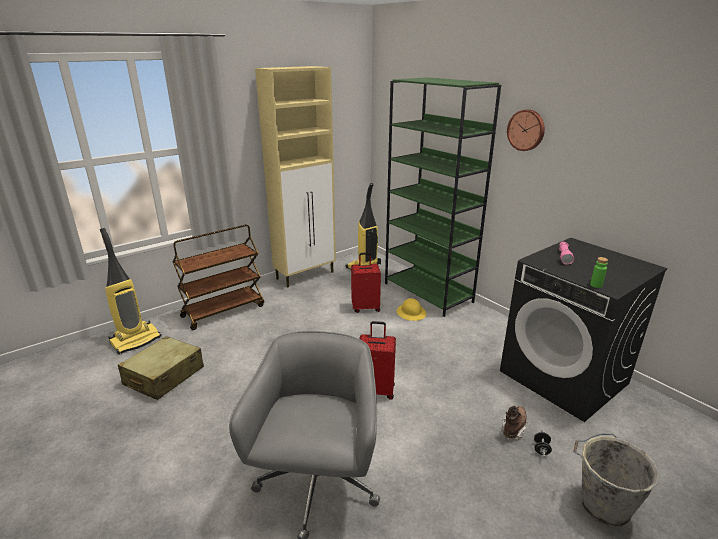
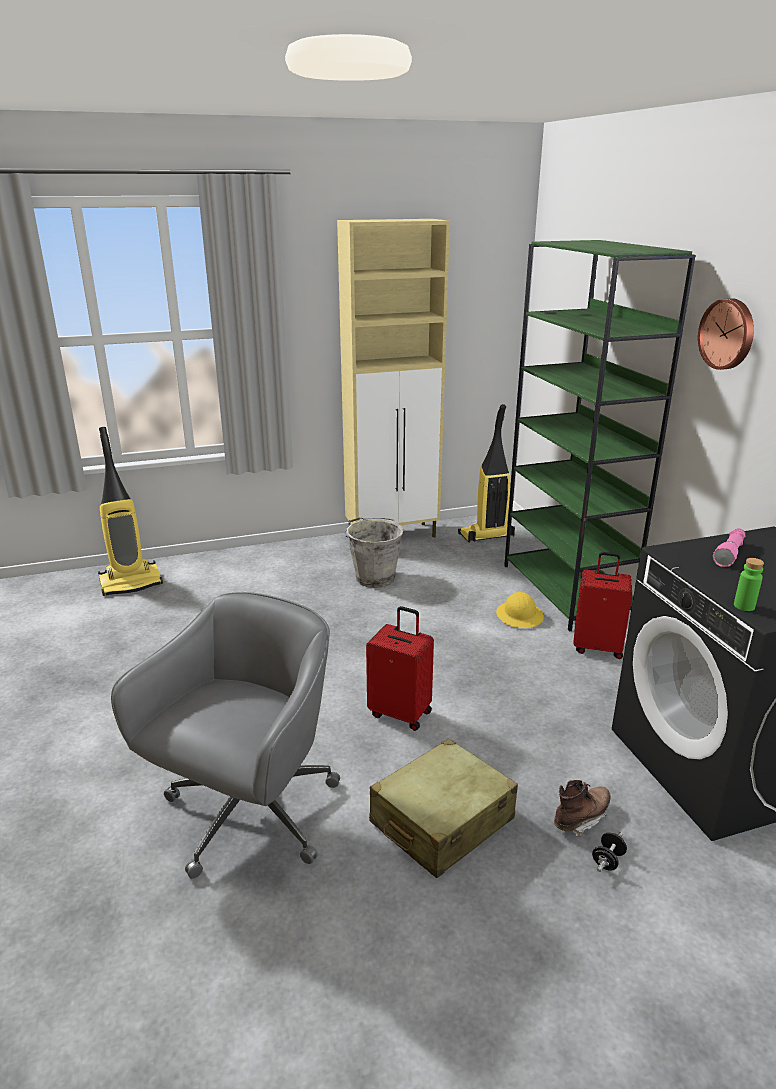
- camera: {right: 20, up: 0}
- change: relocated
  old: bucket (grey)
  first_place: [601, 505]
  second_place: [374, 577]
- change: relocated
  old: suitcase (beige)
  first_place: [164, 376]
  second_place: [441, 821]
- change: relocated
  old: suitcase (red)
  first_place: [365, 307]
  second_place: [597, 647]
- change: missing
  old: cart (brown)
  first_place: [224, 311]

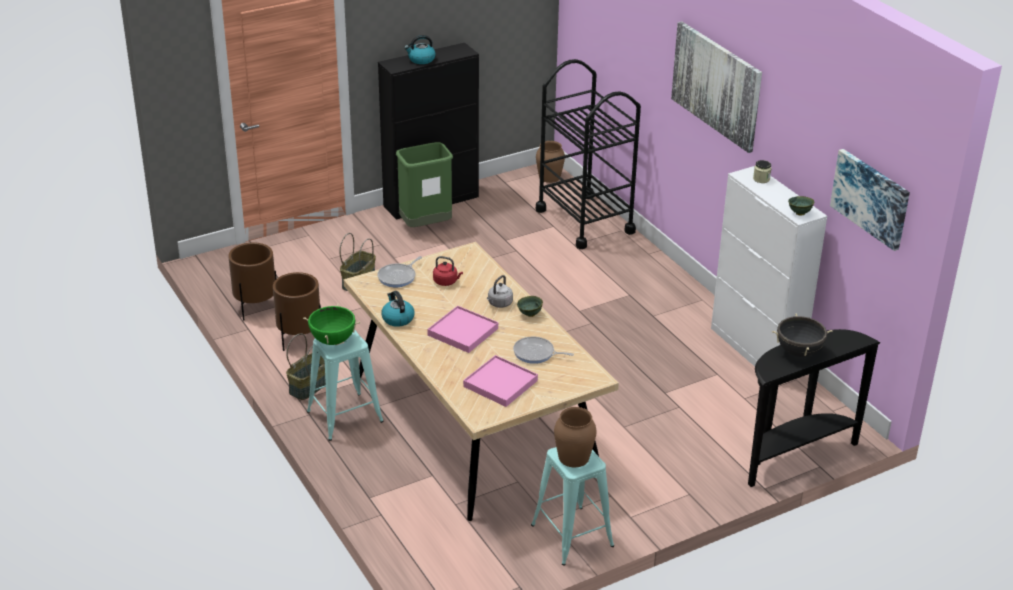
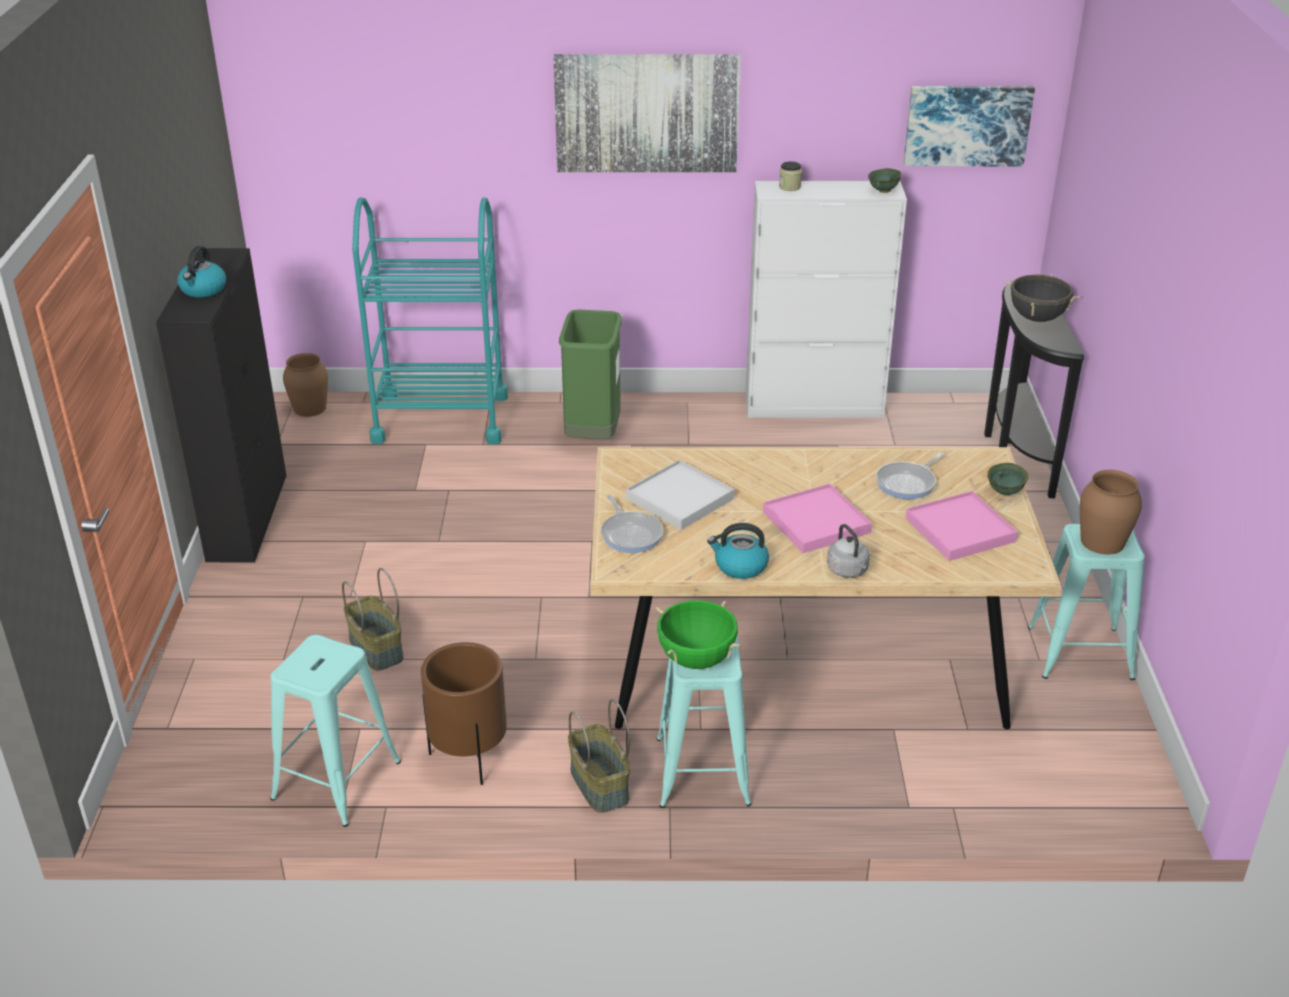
- camera: {right: -60, up: 0}
- change: exchanged
  old: planter (brown)
  new: stool (turquoise)
  first_place: [255, 308]
  second_place: [336, 780]
- change: colour
  old: cart (black)
  new: cart (turquoise)
  first_place: [585, 221]
  second_place: [440, 418]
- change: relocated
  old: trash can (green)
  first_place: [425, 226]
  second_place: [592, 436]
- change: exchanged
  old: kettle (red)
  new: tray (white)
  first_place: [446, 282]
  second_place: [680, 498]
- change: relocated
  old: kettle (grey)
  first_place: [499, 304]
  second_place: [848, 571]
- change: relocated
  old: bowl (green)
  first_place: [530, 314]
  second_place: [1006, 492]

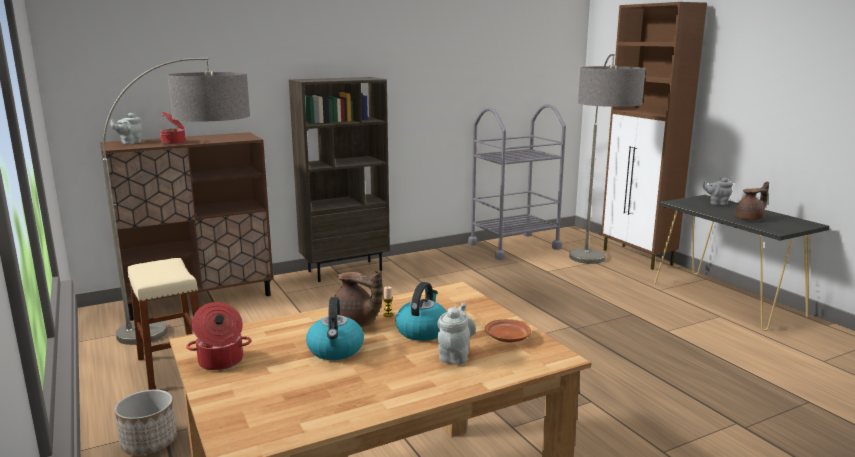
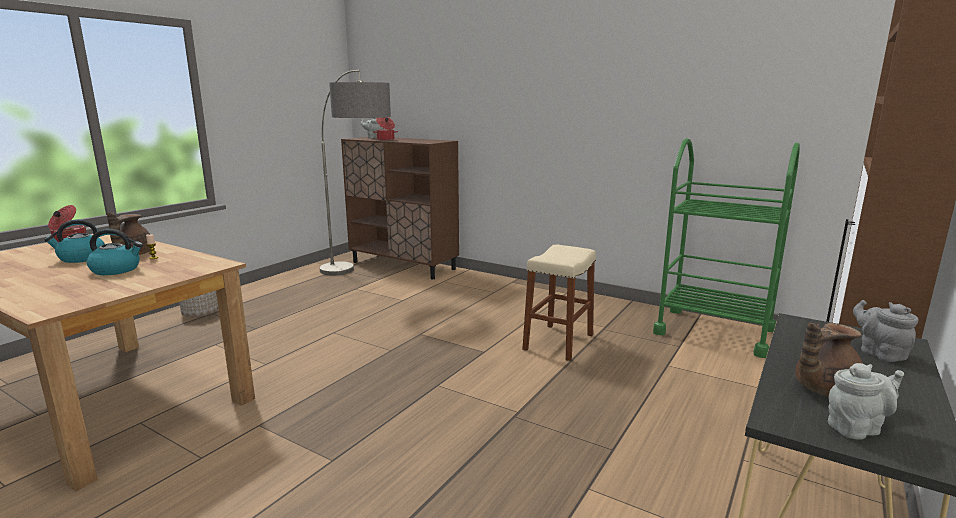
- camera: {right: 60, up: 0}
- change: relocated
  old: stool (beige)
  first_place: [172, 367]
  second_place: [558, 342]
- change: colour
  old: cart (grey)
  new: cart (green)
  first_place: [514, 246]
  second_place: [714, 331]
- change: spun
  old: teapot (brown)
  first_place: [750, 219]
  second_place: [823, 389]
  degrees: 120
- change: relocated
  old: teapot (grey)
  first_place: [455, 355]
  second_place: [856, 428]
- change: missing
  old: bookcase (brown)
  first_place: [345, 270]
- change: missing
  old: plate (brown)
  first_place: [507, 338]
- change: missing
  old: floor lamp
  first_place: [592, 272]

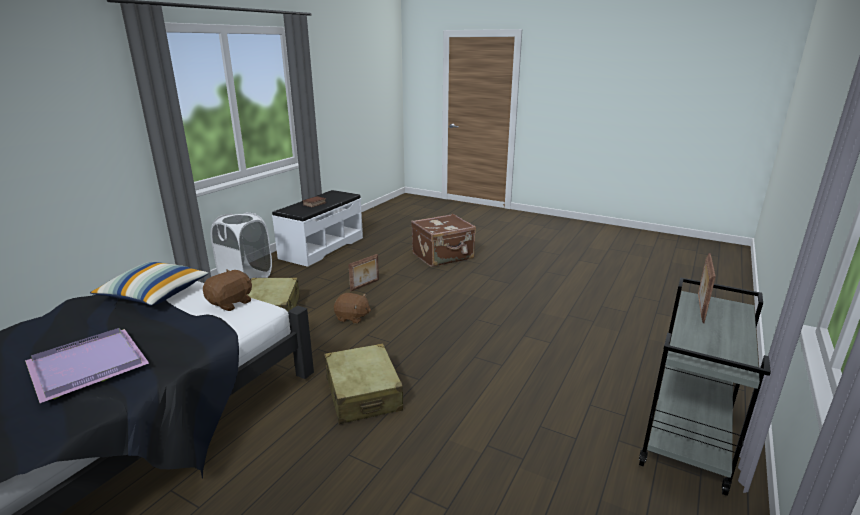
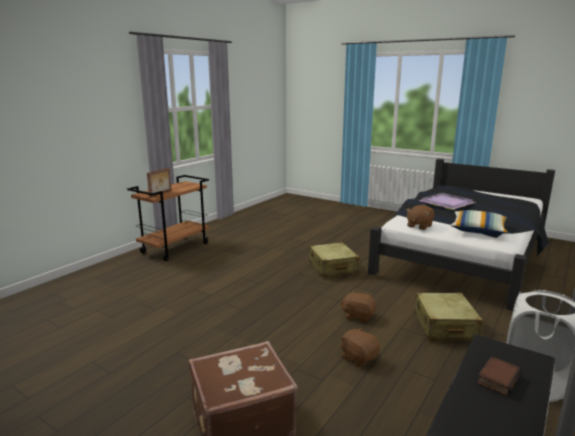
- camera: {right: -175, up: -5}
- change: colour
  old: cart (grey)
  new: cart (brown)
  first_place: [687, 441]
  second_place: [175, 248]
- change: exchanged
  old: picture frame
  new: plush toy (brown)
  first_place: [365, 285]
  second_place: [359, 358]

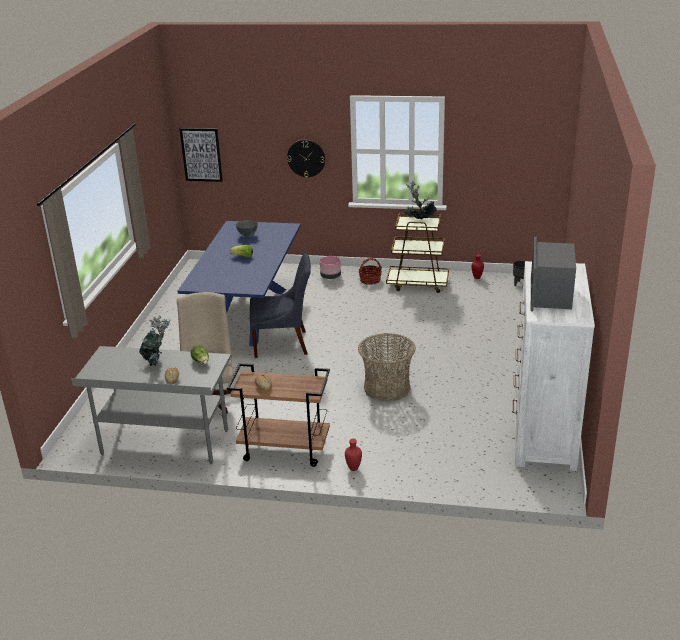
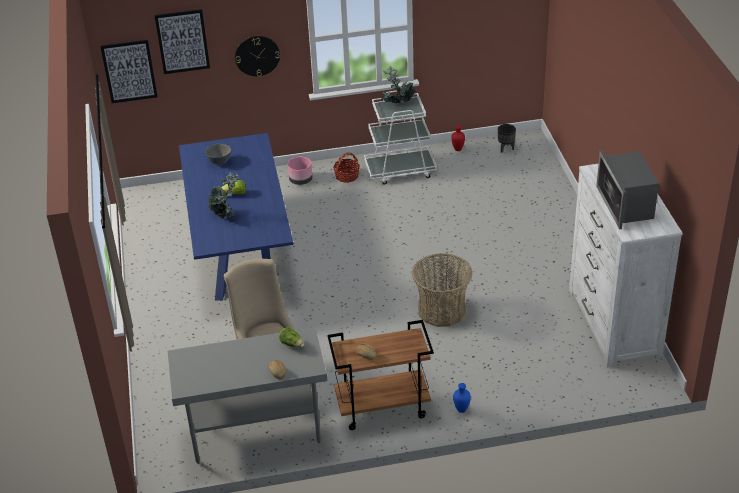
- camera: {right: -20, up: 10}
- change: appeared
  new: picture
  second_place: [182, 41]
- change: relocated
  old: potted plant
  first_place: [157, 363]
  second_place: [226, 215]
- change: colour
  old: cart (brown)
  new: cart (white)
  first_place: [418, 284]
  second_place: [400, 170]
- change: colour
  old: vase (red)
  new: vase (blue)
  first_place: [353, 469]
  second_place: [461, 410]
- change: missing
  old: chair (blue)
  first_place: [284, 344]

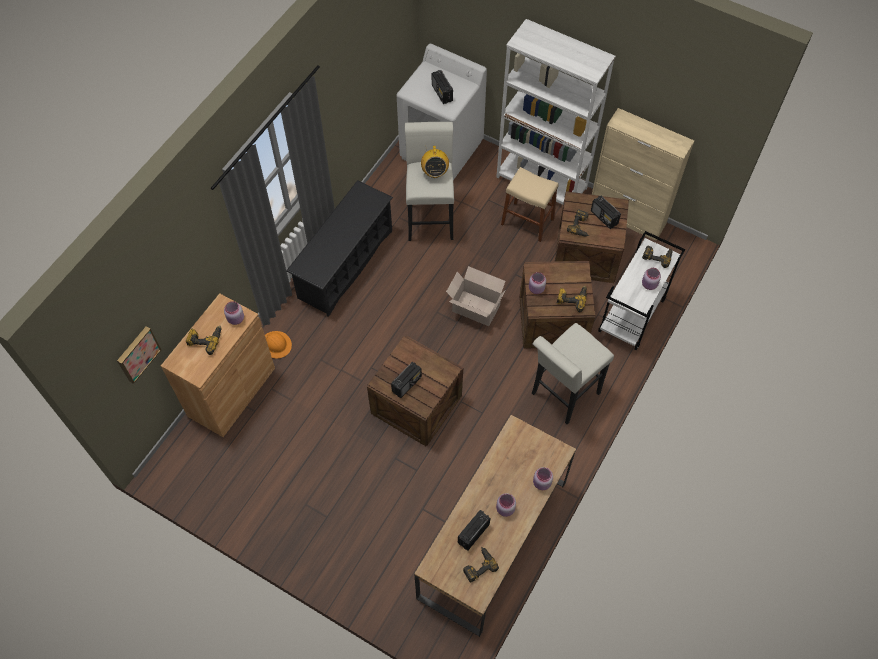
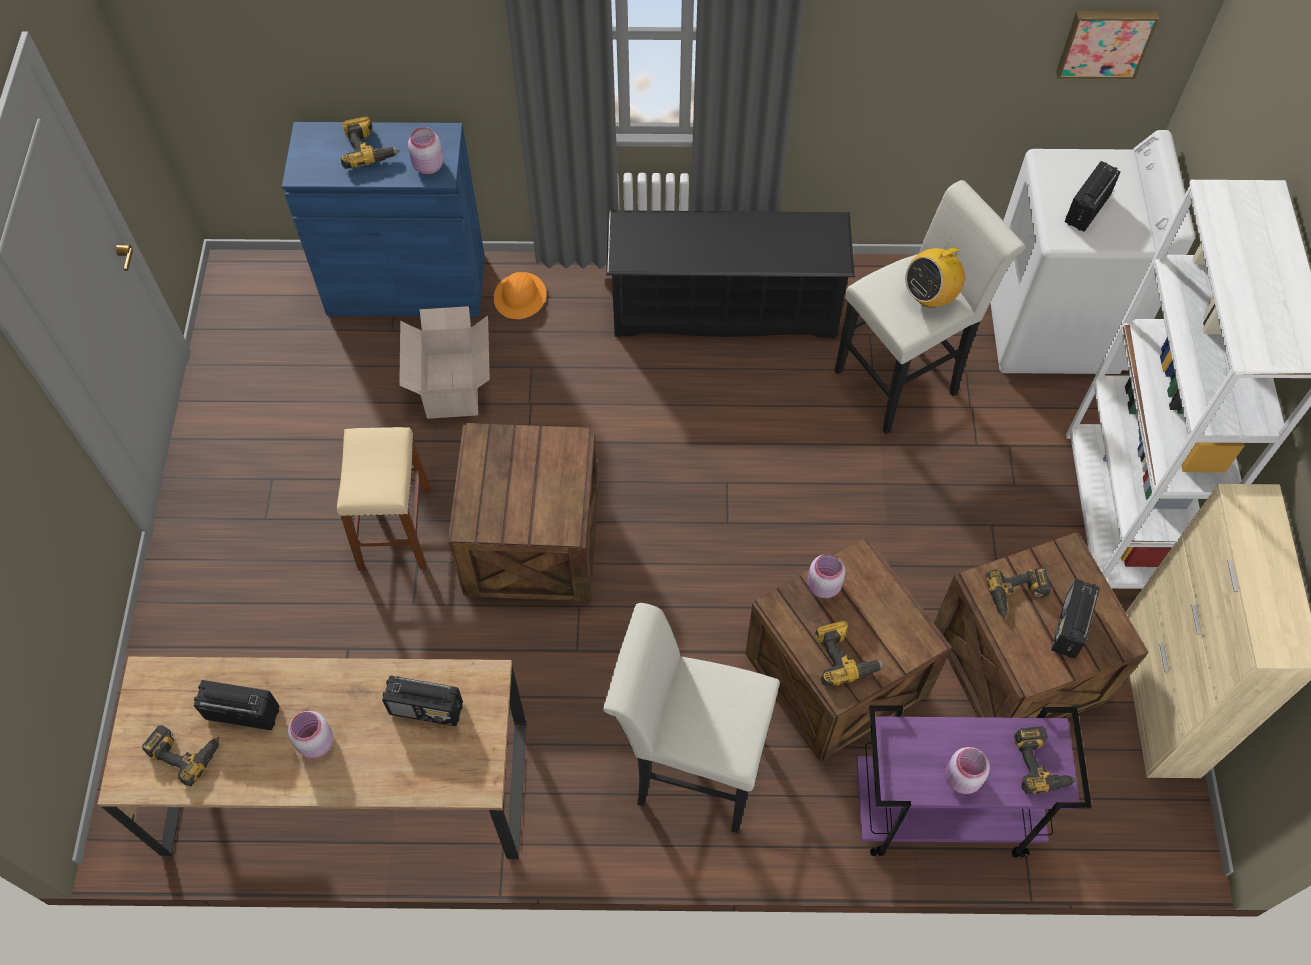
- camera: {right: 60, up: 0}
- change: colour
  old: cabinet (brown)
  new: cabinet (blue)
  first_place: [231, 392]
  second_place: [406, 285]
- change: relocated
  old: stool (beige)
  first_place: [527, 221]
  second_place: [395, 528]
- change: relocated
  old: radio
  first_place: [407, 384]
  second_place: [427, 709]
- change: relocated
  old: cardboard box
  first_place: [475, 307]
  second_place: [453, 383]
- change: colour
  old: cart (white)
  new: cart (purple)
  first_place: [632, 316]
  second_place: [941, 812]
- change: relocated
  old: picture
  first_place: [137, 354]
  second_place: [1105, 42]
- change: missing
  old: jar (pink)
  first_place: [541, 483]

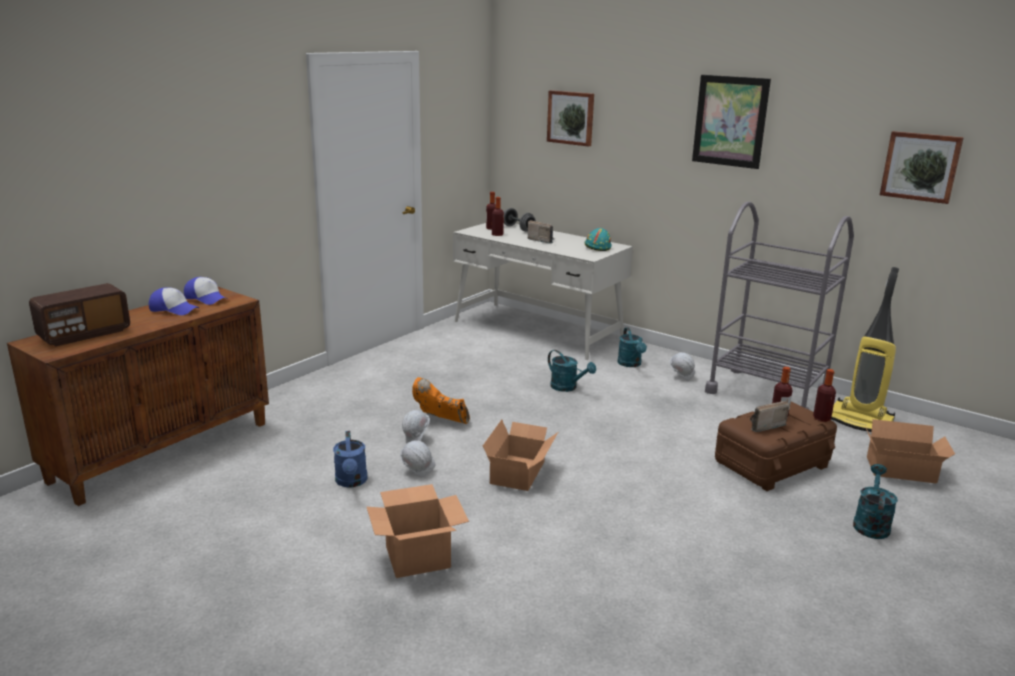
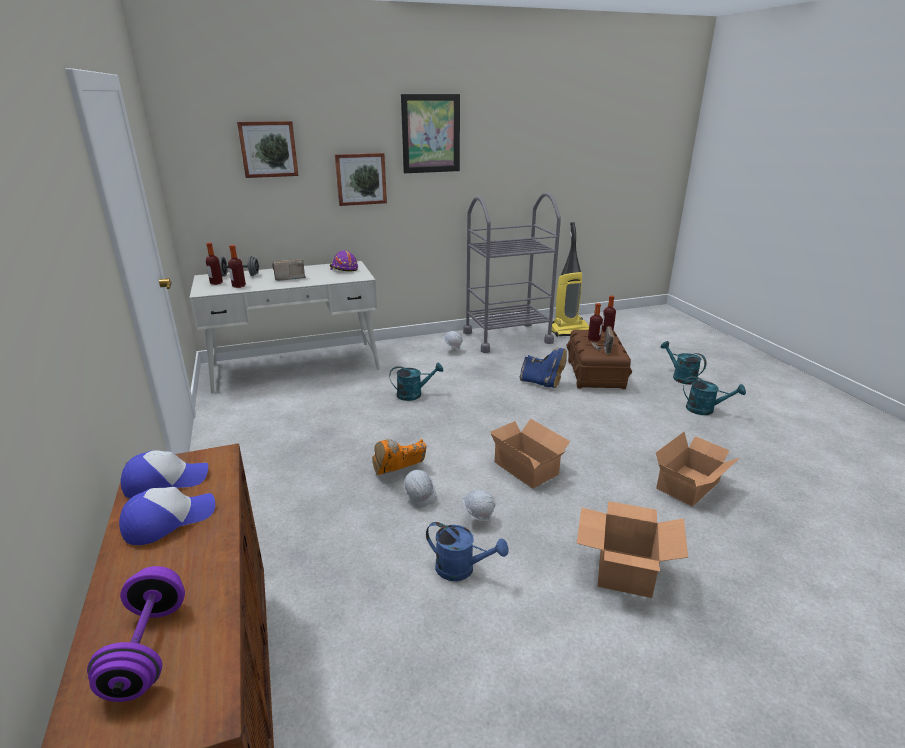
- camera: {right: -55, up: 5}
- change: exchanged
  old: radio
  new: dumbbell (purple)
  first_place: [84, 334]
  second_place: [147, 650]
- change: colour
  old: hard hat (turquoise)
  new: hard hat (purple)
  first_place: [597, 247]
  second_place: [343, 269]
- change: relocated
  old: picture
  first_place: [920, 166]
  second_place: [361, 179]
- change: appeared
  new: boot (blue)
  second_place: [542, 383]
- change: relocated
  old: cardboard box
  first_place: [903, 471]
  second_place: [691, 485]
- change: relocated
  old: watering can (turquoise)
  first_place: [631, 364]
  second_place: [705, 410]

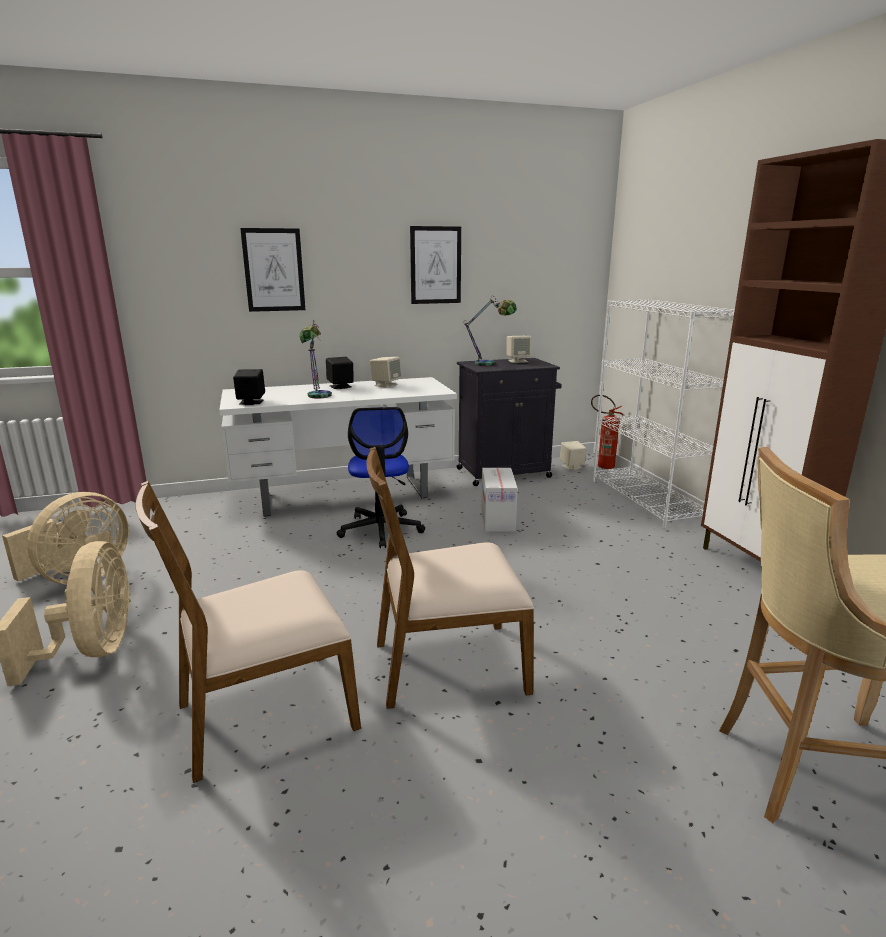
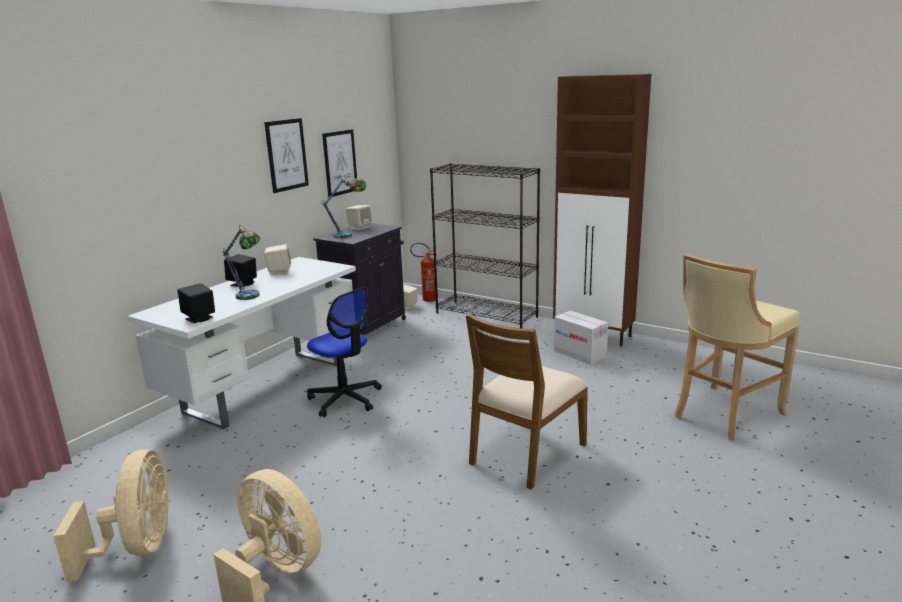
- camera: {right: -40, up: 0}
- change: relocated
  old: picture
  first_place: [273, 270]
  second_place: [340, 163]
- change: colour
  old: bookcase (white)
  new: bookcase (black)
  first_place: [646, 500]
  second_place: [487, 315]
- change: relocated
  old: cardboard box
  first_place: [497, 519]
  second_place: [579, 354]
- change: missing
  old: chair (brown)
  first_place: [265, 713]

